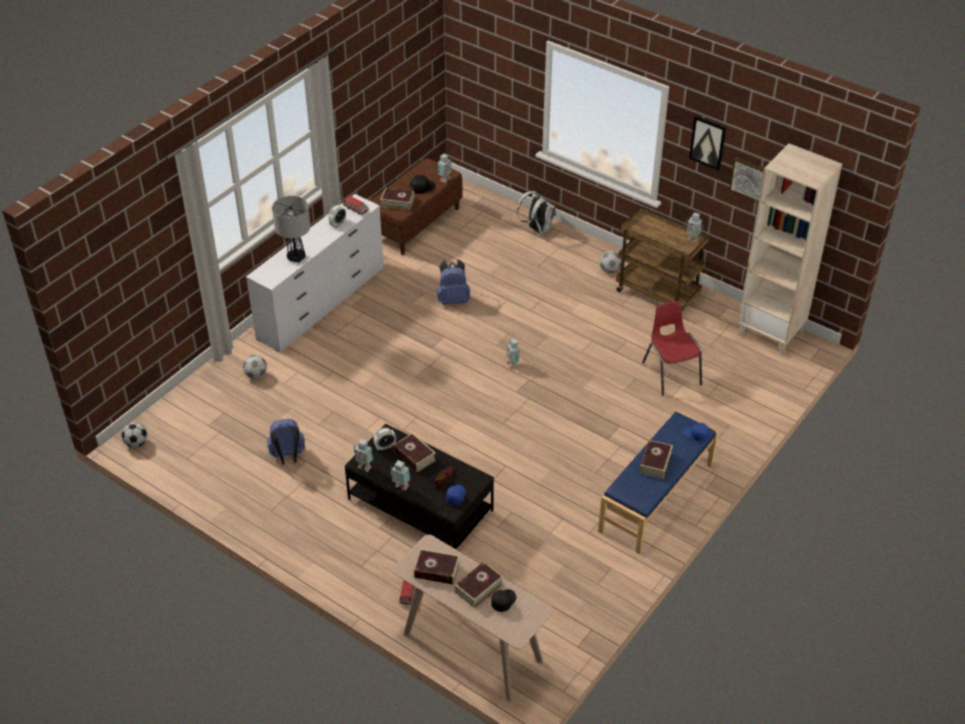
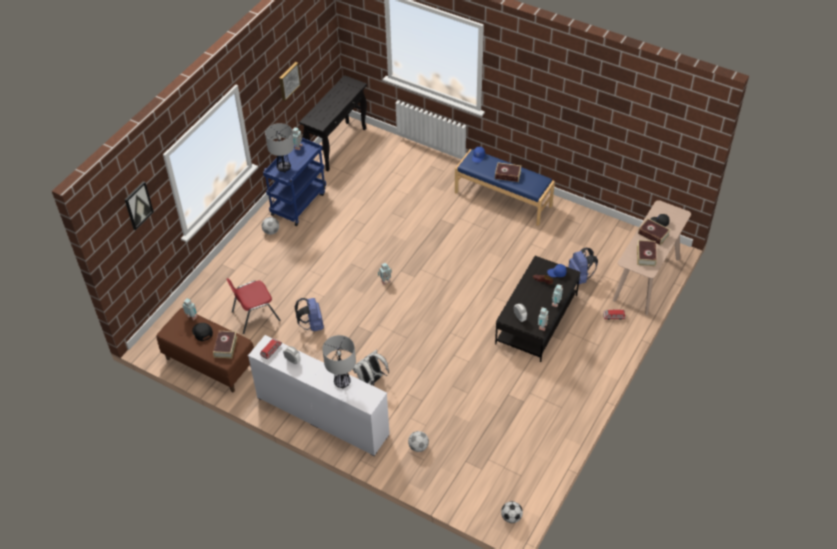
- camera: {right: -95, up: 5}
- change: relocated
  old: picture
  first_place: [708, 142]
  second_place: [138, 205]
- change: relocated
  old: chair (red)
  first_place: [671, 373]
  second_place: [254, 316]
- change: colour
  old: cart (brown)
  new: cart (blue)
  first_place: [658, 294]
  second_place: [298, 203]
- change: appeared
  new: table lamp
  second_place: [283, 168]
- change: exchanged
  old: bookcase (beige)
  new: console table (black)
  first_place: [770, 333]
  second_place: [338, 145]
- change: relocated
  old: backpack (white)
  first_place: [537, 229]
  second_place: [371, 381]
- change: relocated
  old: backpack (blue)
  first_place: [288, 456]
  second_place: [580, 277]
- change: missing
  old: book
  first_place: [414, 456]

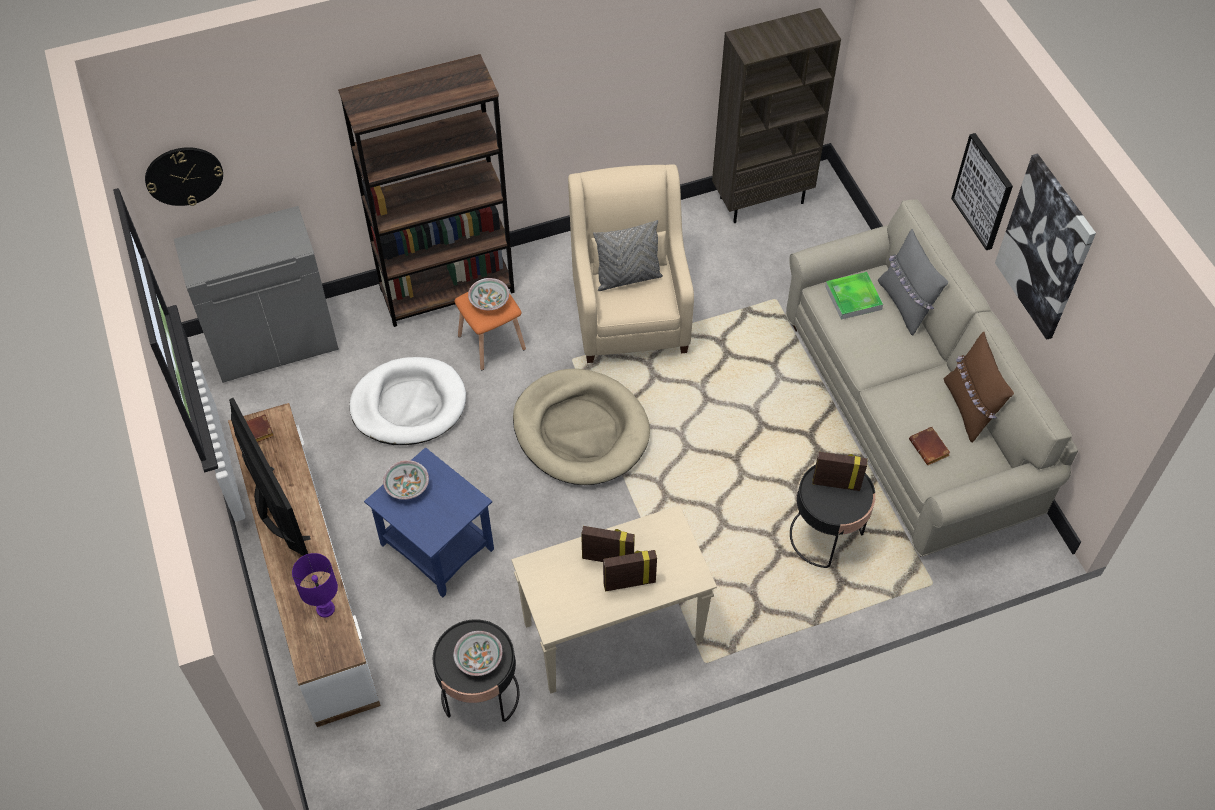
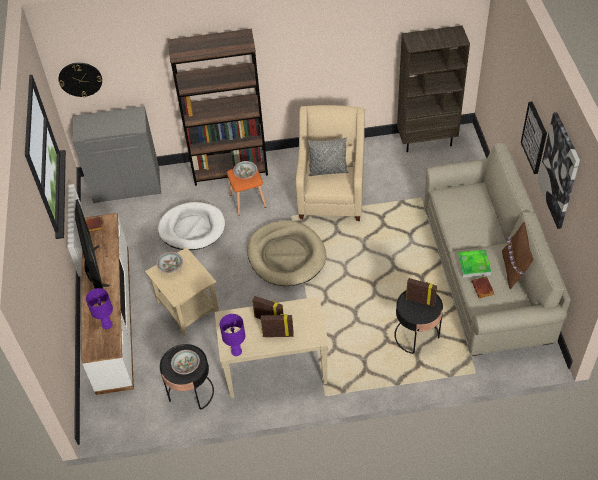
- camera: {right: 15, up: -5}
- change: colour
  old: side table (blue)
  new: side table (beige)
  first_place: [436, 548]
  second_place: [187, 308]
- change: appeared
  new: table lamp (purple)
  second_place: [236, 351]
- change: relocated
  old: tray
  first_place: [853, 298]
  second_place: [473, 265]
- change: missing
  old: pillow (grey)
  first_place: [905, 305]

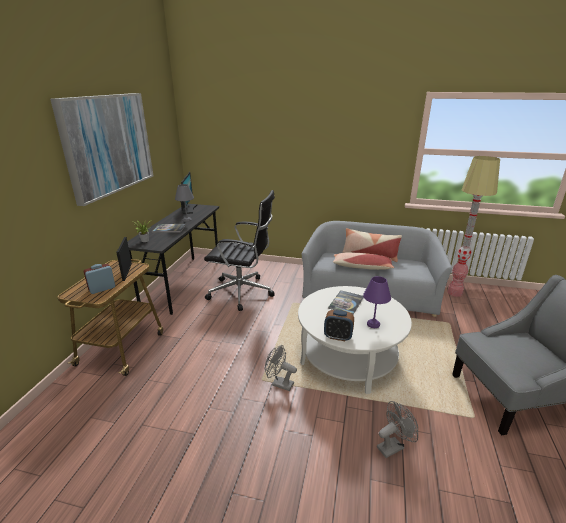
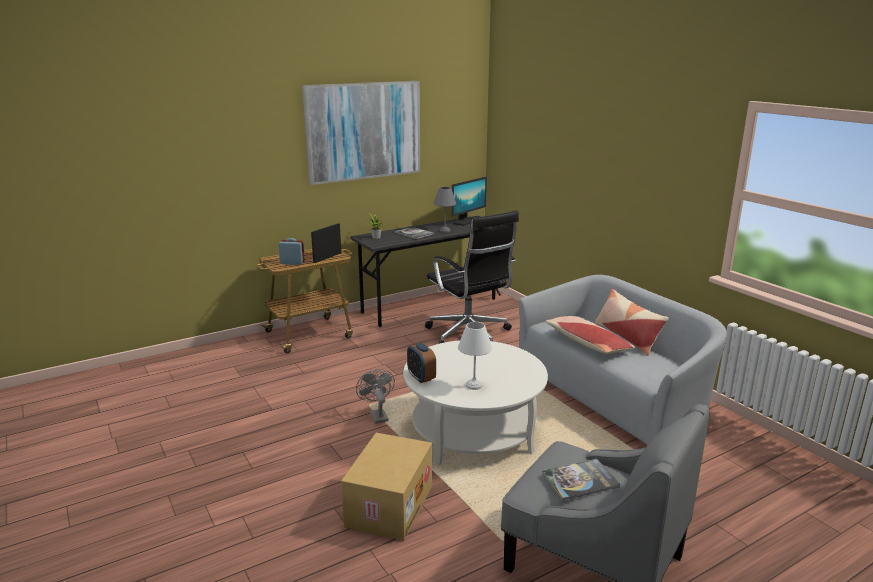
- camera: {right: 45, up: -5}
- change: exchanged
  old: fan (grey)
  new: cardboard box
  first_place: [393, 446]
  second_place: [388, 505]
- change: colour
  old: table lamp (purple)
  new: table lamp (white)
  first_place: [372, 324]
  second_place: [474, 385]
- change: relocated
  old: book
  first_place: [346, 303]
  second_place: [580, 480]
- change: missing
  old: floor lamp
  first_place: [454, 293]

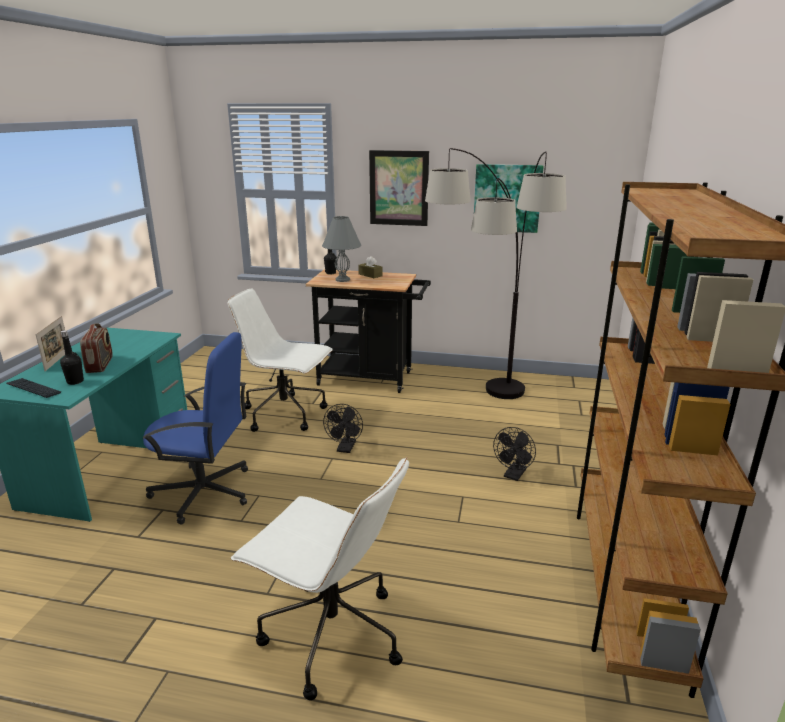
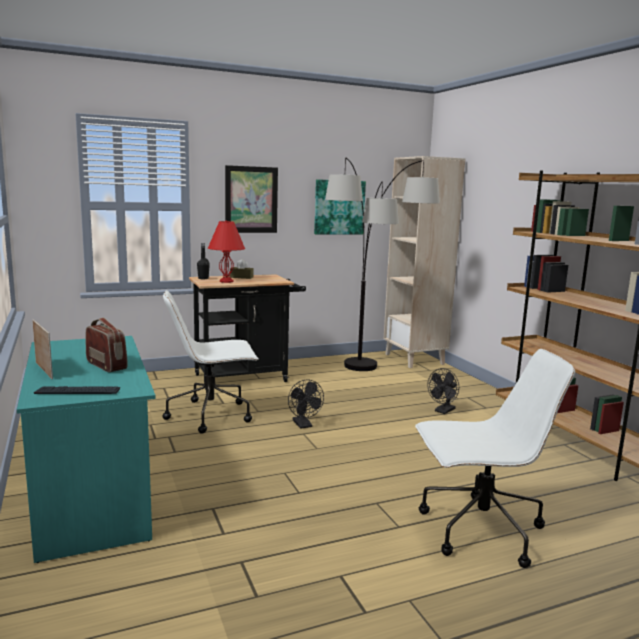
- camera: {right: -35, up: -10}
- change: colour
  old: table lamp (grey)
  new: table lamp (red)
  first_place: [343, 280]
  second_place: [226, 281]
- change: appeared
  new: bookcase (beige)
  second_place: [415, 359]
- change: spun
  old: fan (black)
  first_place: [513, 475]
  second_place: [443, 411]
  degrees: 45
- change: missing
  old: bottle (black)
  first_place: [75, 381]
- change: missing
  old: office chair (blue)
  first_place: [204, 492]

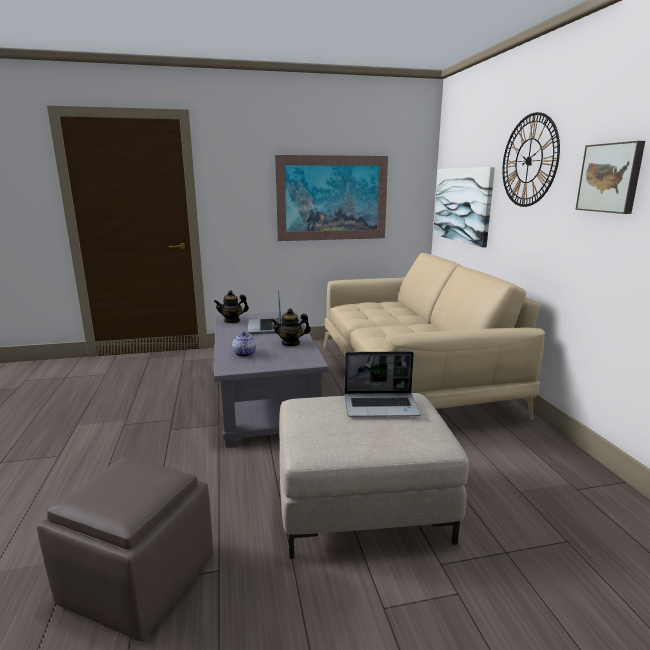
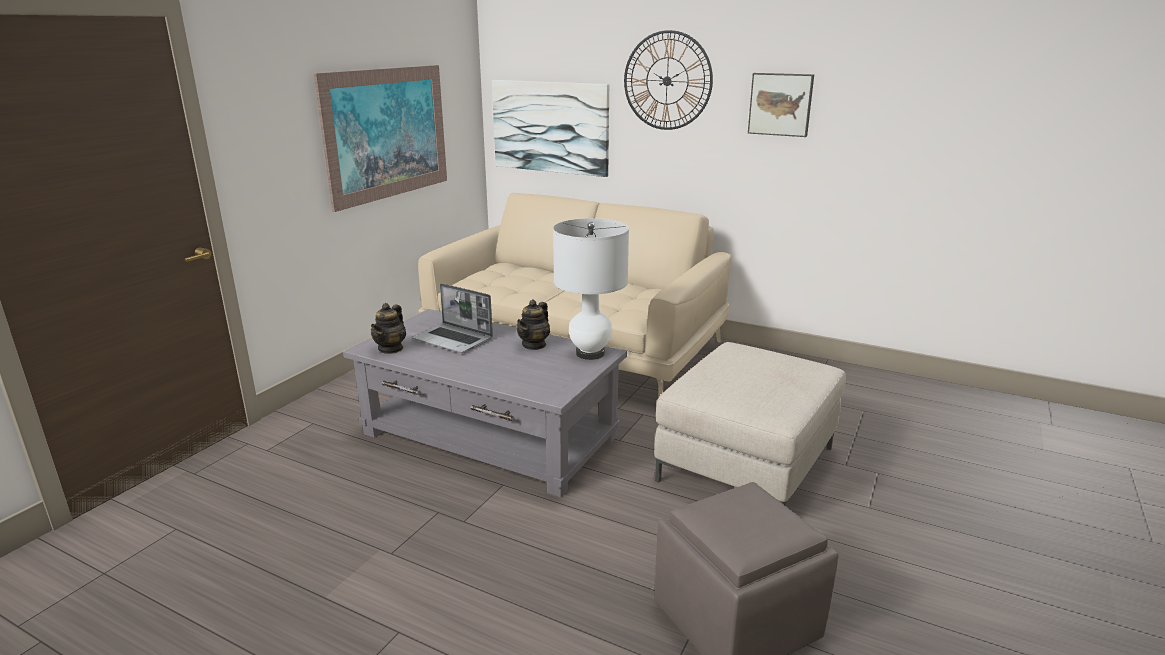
- camera: {right: -50, up: 5}
- change: appeared
  new: table lamp (white)
  second_place: [590, 353]
- change: missing
  old: teapot
  first_place: [244, 354]
- change: missing
  old: laptop
  first_place: [381, 406]

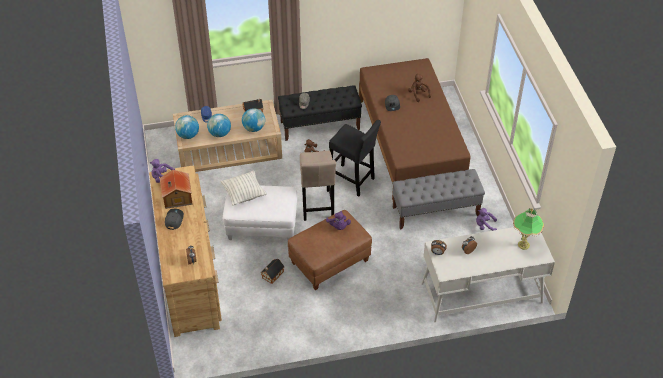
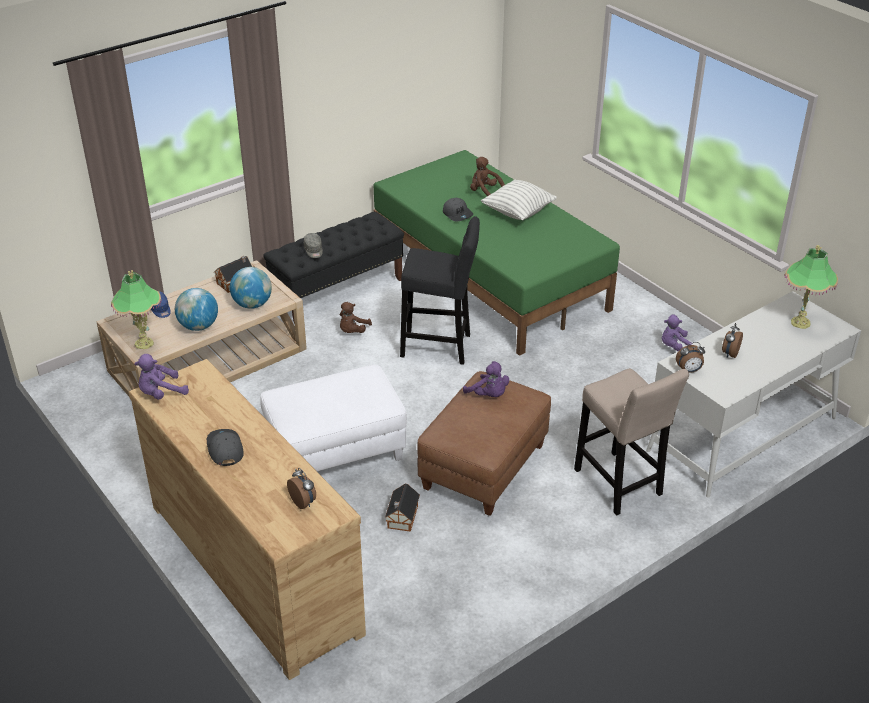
- camera: {right: -25, up: -10}
- change: exchanged
  old: globe
  new: table lamp
  first_place: [188, 135]
  second_place: [143, 343]
- change: colour
  old: bed (brown)
  new: bed (green)
  first_place: [410, 143]
  second_place: [489, 276]
- change: relocated
  old: pillow
  first_place: [244, 194]
  second_place: [518, 213]
- change: relocated
  old: stool (beige)
  first_place: [317, 207]
  second_place: [619, 485]
- change: missing
  old: toy house
  first_place: [176, 197]
- change: missing
  old: bench (grey)
  first_place: [436, 211]

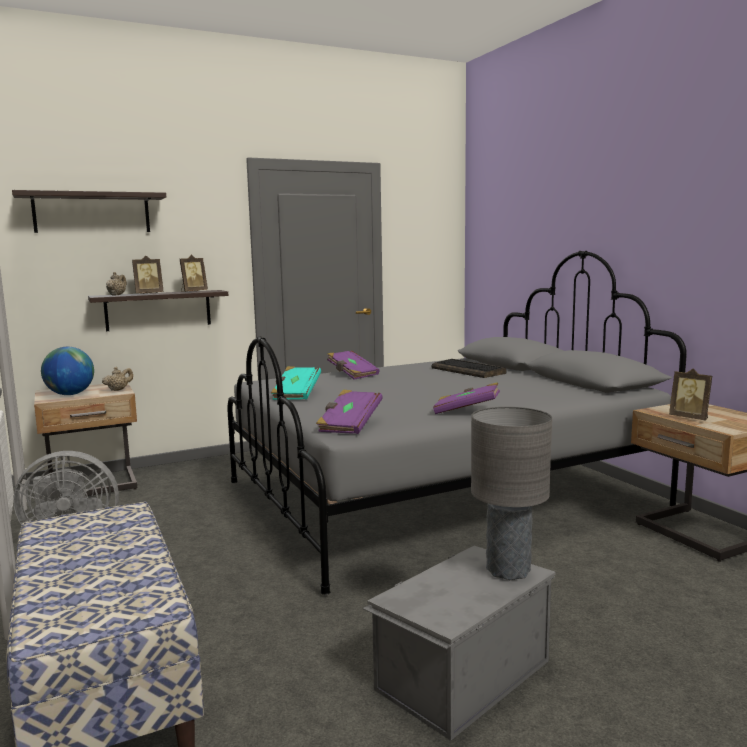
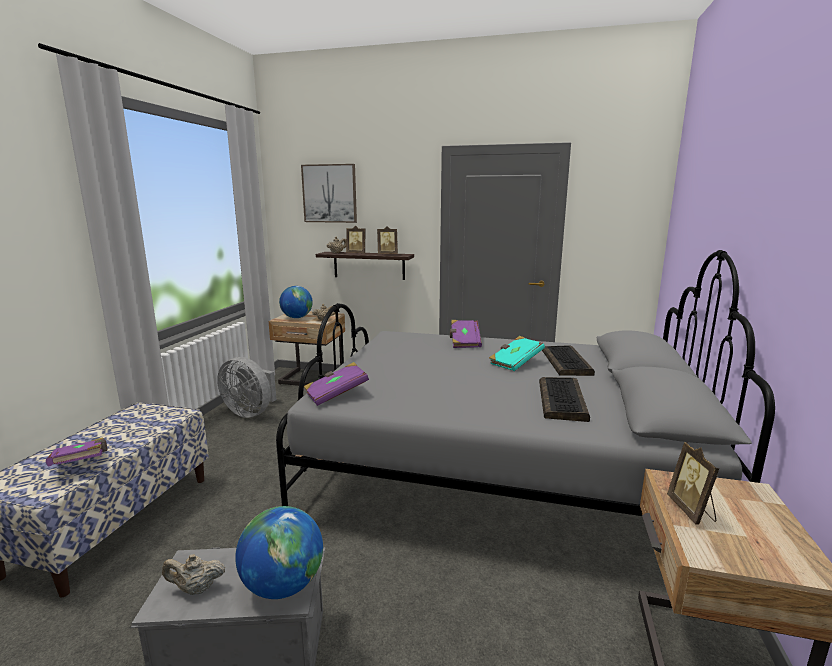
- camera: {right: 40, up: 5}
- change: relocated
  old: book (purple)
  first_place: [466, 412]
  second_place: [82, 464]
- change: appeared
  new: teapot (beige)
  second_place: [196, 589]
- change: exchanged
  old: table lamp (grey)
  new: globe
  first_place: [507, 570]
  second_place: [283, 585]
- change: exchanged
  old: shelf
  new: picture
  first_place: [92, 213]
  second_place: [329, 193]
- change: relocated
  old: book (turquoise)
  first_place: [296, 394]
  second_place: [515, 363]
- change: appeared
  new: keyboard
  second_place: [563, 400]

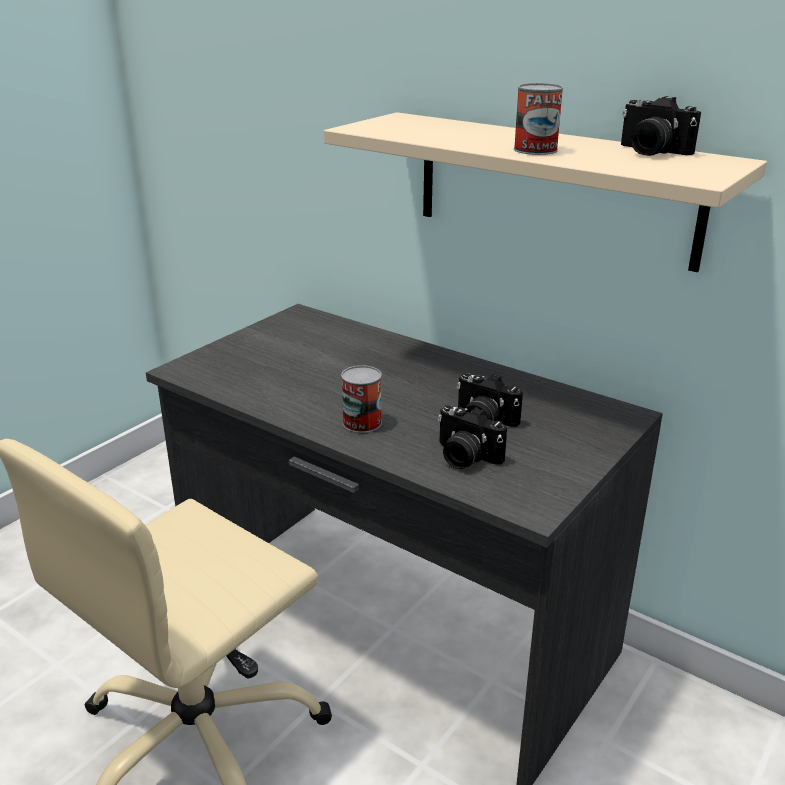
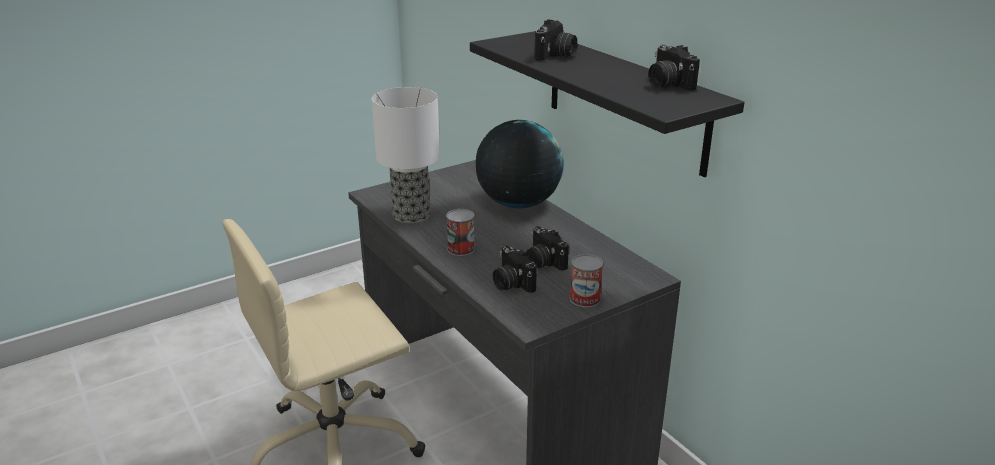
- camera: {right: 20, up: 0}
- change: appeared
  new: table lamp
  second_place: [412, 215]
- change: colour
  old: shelf (beige)
  new: shelf (black)
  first_place: [553, 188]
  second_place: [624, 100]
- change: appeared
  new: globe
  second_place: [518, 203]
- change: appeared
  new: photo camera
  second_place: [556, 56]
- change: relocated
  old: can
  first_place: [535, 150]
  second_place: [585, 299]

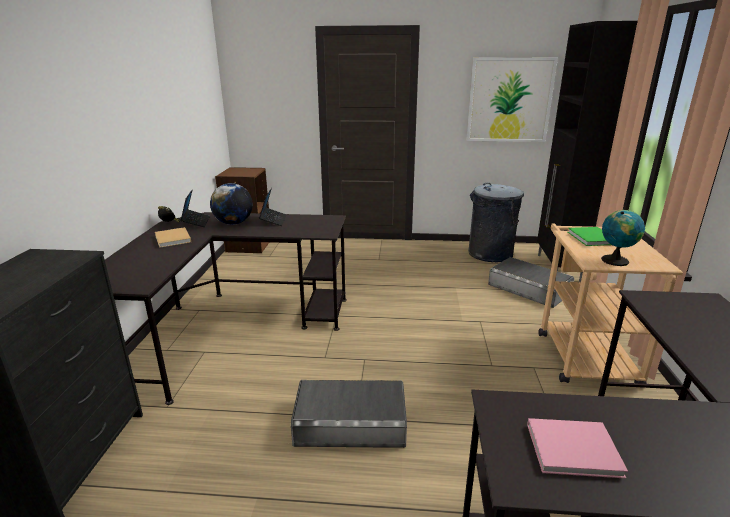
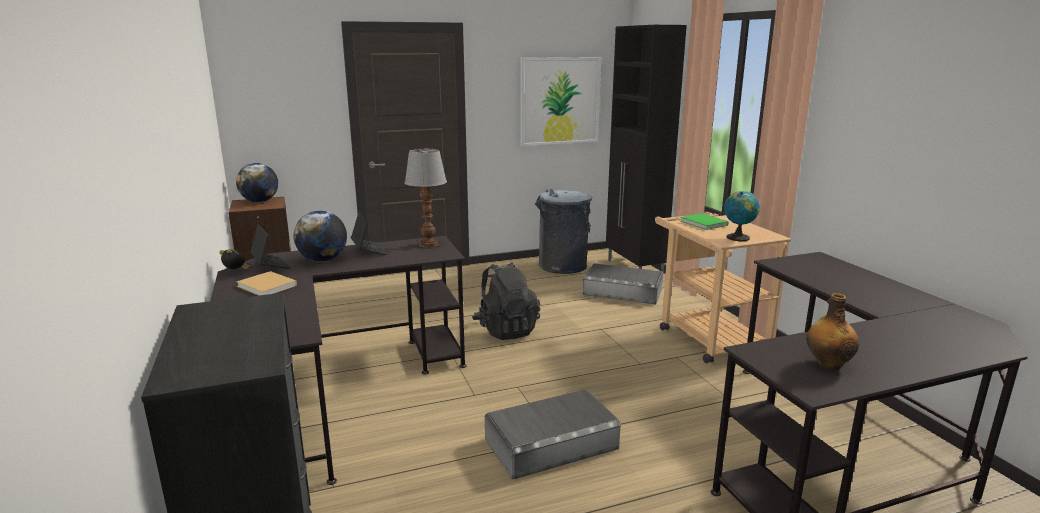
- camera: {right: -25, up: -5}
- change: appeared
  new: globe
  second_place: [260, 201]
- change: appeared
  new: table lamp
  second_place: [428, 244]
- change: appeared
  new: backpack (black)
  second_place: [506, 330]
- change: exchanged
  old: book (pink)
  new: bottle
  first_place: [576, 450]
  second_place: [828, 364]

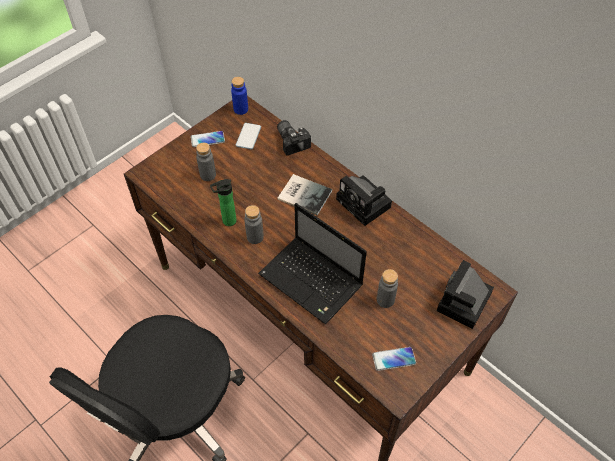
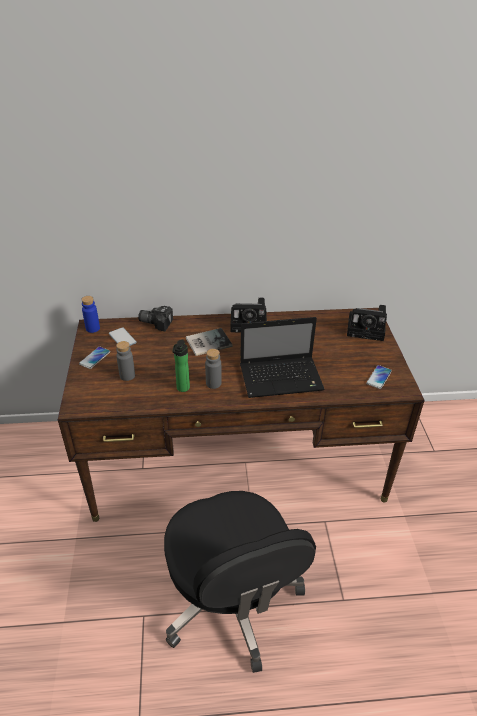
- camera: {right: -50, up: -15}
- change: spun
  old: photo camera
  first_place: [463, 304]
  second_place: [367, 329]
  degrees: -60
- change: missing
  old: bottle (grey)
  first_place: [385, 300]

